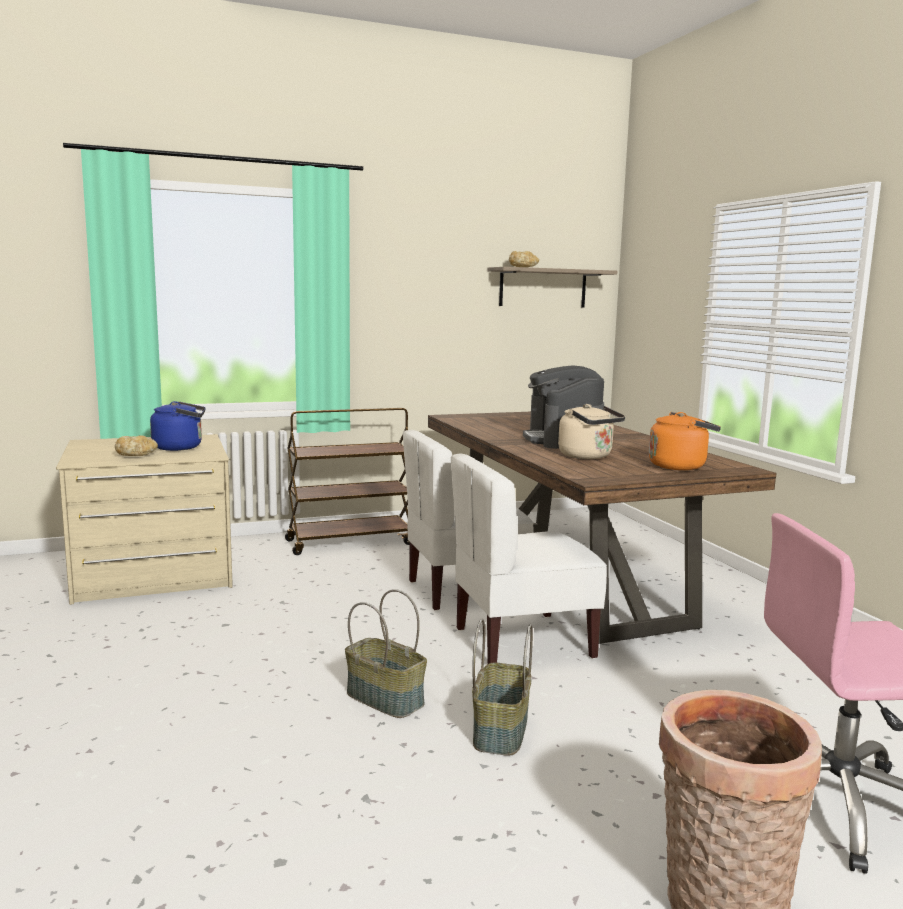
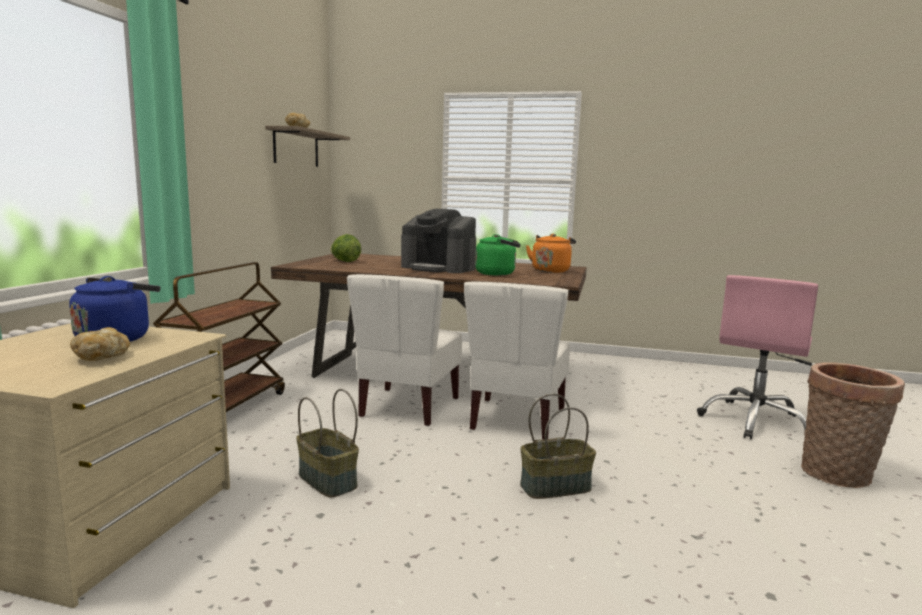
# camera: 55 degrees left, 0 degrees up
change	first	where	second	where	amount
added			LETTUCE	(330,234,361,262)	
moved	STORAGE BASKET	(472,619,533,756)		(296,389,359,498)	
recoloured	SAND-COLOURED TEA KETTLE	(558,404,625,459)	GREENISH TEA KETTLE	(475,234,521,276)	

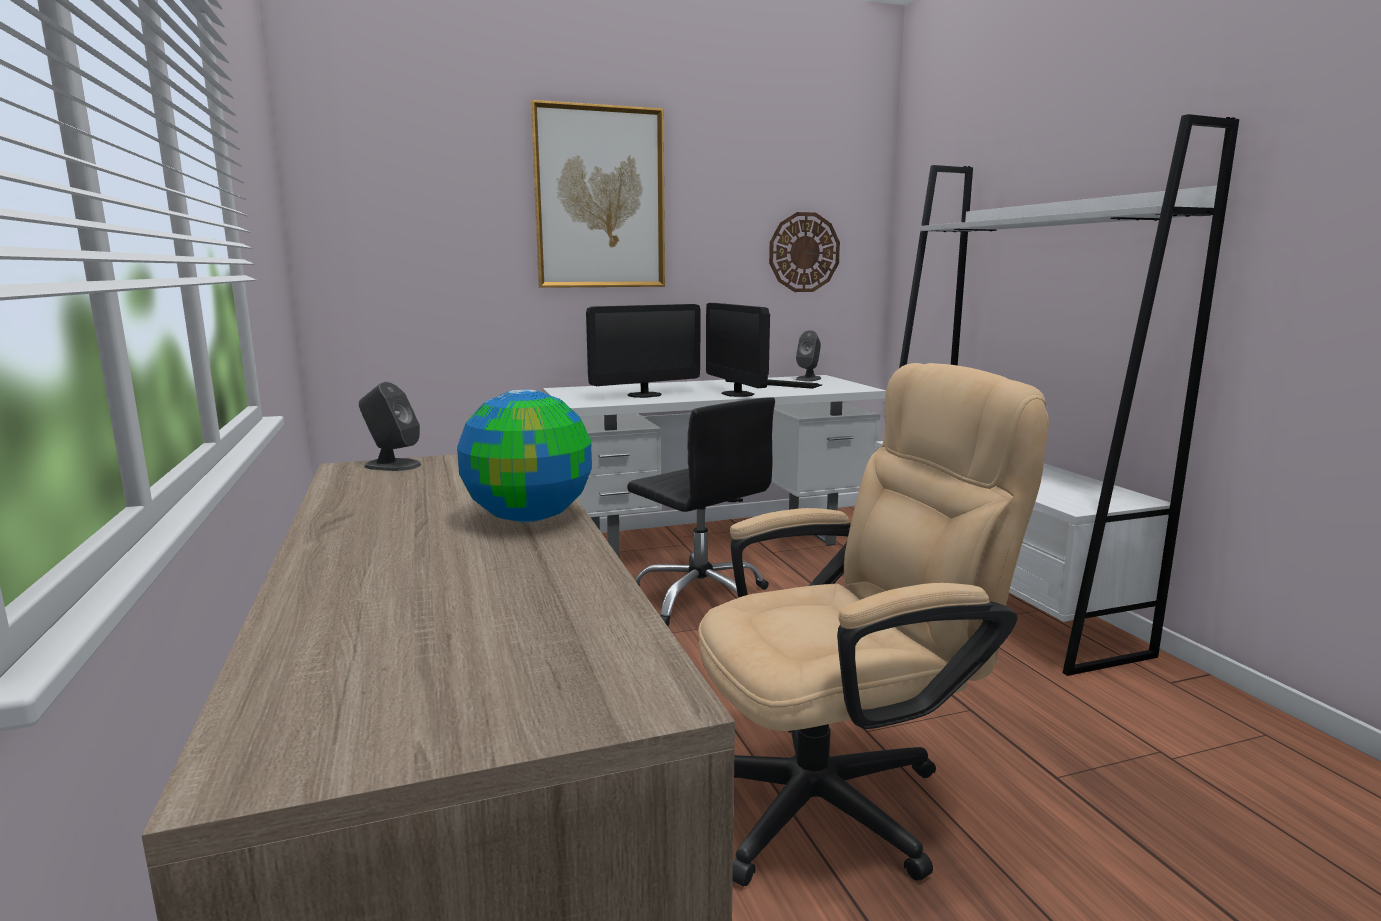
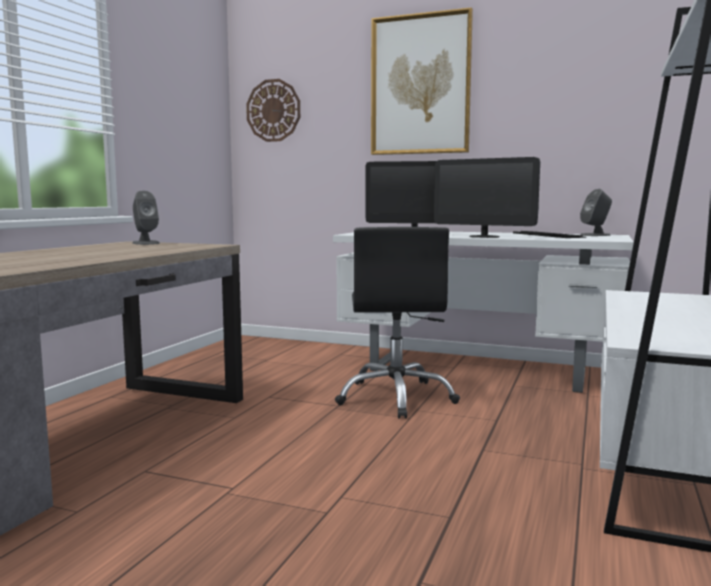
# camera: 40 degrees right, 5 degrees down
change	first	where	second	where	amount
removed	GLOBE	(457,389,592,523)			
removed	SAND-COLOURED COMPUTER CHAIR	(698,363,1049,887)			
moved	CLOCK ON THE WALL	(769,212,840,292)		(246,79,300,142)	
turned	MONITOR	(706,303,770,397)		(434,157,540,238)	75 degrees counterclockwise

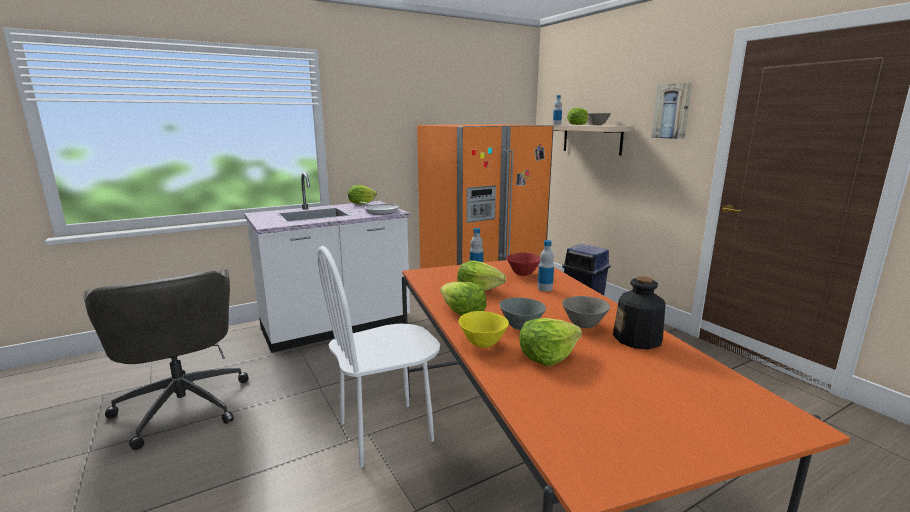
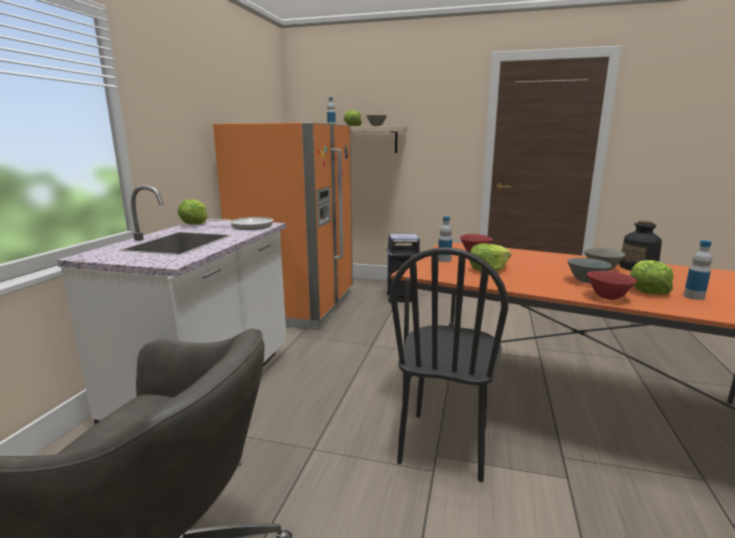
# camera: 45 degrees left, 0 degrees up
change	first	where	second	where	amount
removed	LETTUCE	(440,282,487,316)			
removed	WALL ART	(651,83,692,139)			
moved	BEVERAGE BOTTLE	(537,240,554,292)		(684,240,712,300)	
recoloured	WHITE-COLOURED CHAIR	(317,246,440,468)	BLACK CHAIR	(390,247,508,482)	
recoloured	YELLOWISH BOWL	(459,311,509,348)	RED BOWL	(587,271,637,300)	

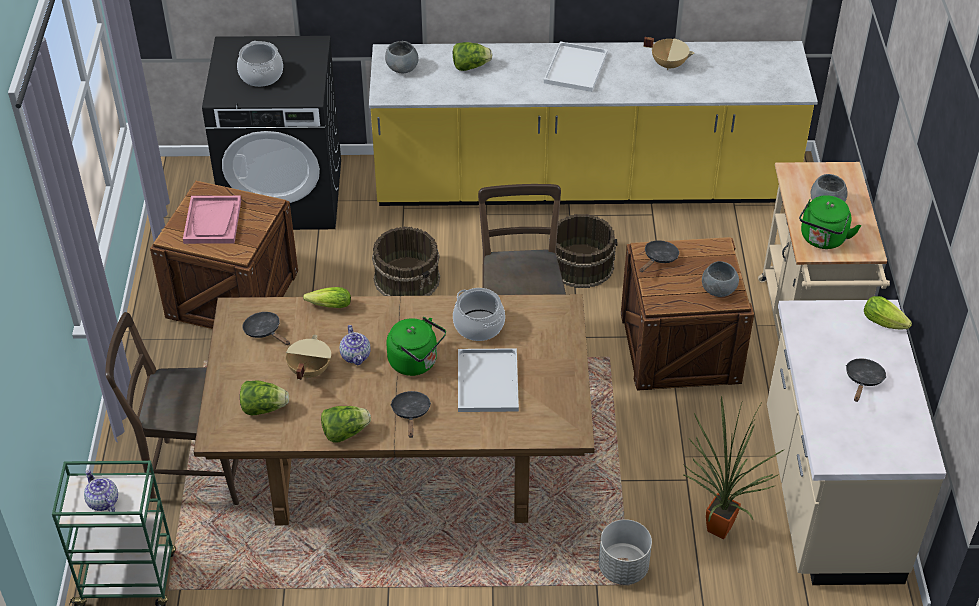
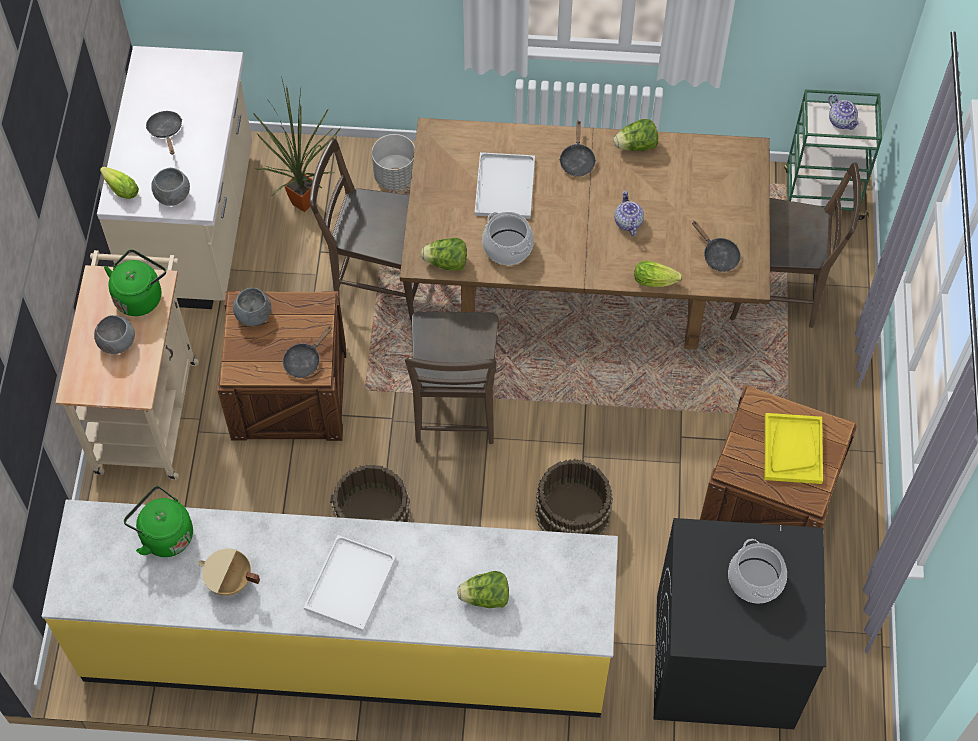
# camera: 175 degrees left, 15 degrees up
change	first	where	second	where	amount
removed	SAND-COLOURED SAUCEPOT	(286,334,331,380)			
added			BROWN CHAIR	(309,138,419,321)	
moved	LETTUCE	(240,381,289,415)		(421,238,467,271)	
moved	GRAY BOWL	(385,41,419,73)		(151,168,190,206)	
moved	GREENISH TEA KETTLE	(386,317,446,376)		(124,486,193,557)	
recoloured	PINK CARRYING TRAY	(183,196,241,244)	YELLOWISH CARRYING TRAY	(765,413,823,484)	
turned	BLACK SKILLET	(846,359,886,402)		(146,111,182,155)	135 degrees clockwise

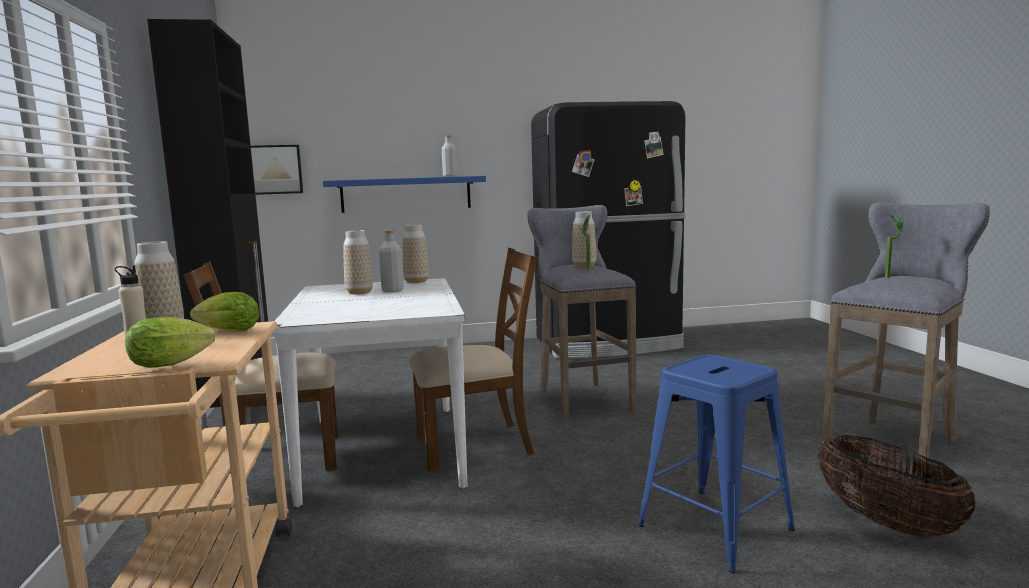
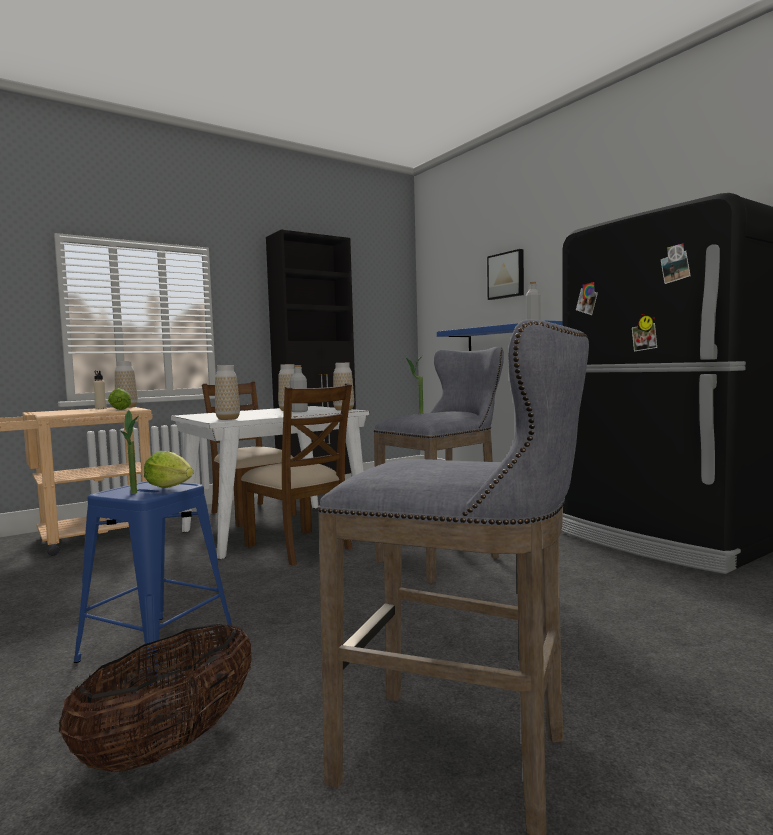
# camera: 65 degrees right, 5 degrees down
change	first	where	second	where	amount
moved	LETTUCE	(125,317,216,368)		(144,451,193,488)	
moved	WALL ART	(251,145,303,195)		(487,249,524,300)	
moved	FLOWER VASE	(572,211,596,267)		(215,365,240,420)	
moved	PLANT IN A POT	(885,213,905,278)		(121,410,139,494)	

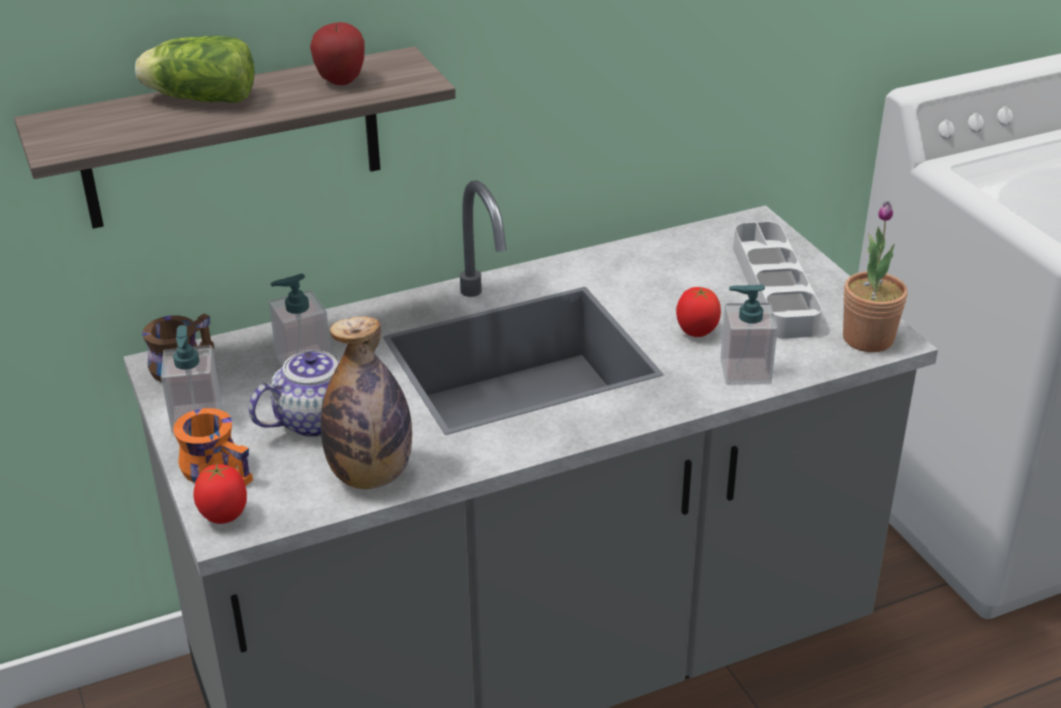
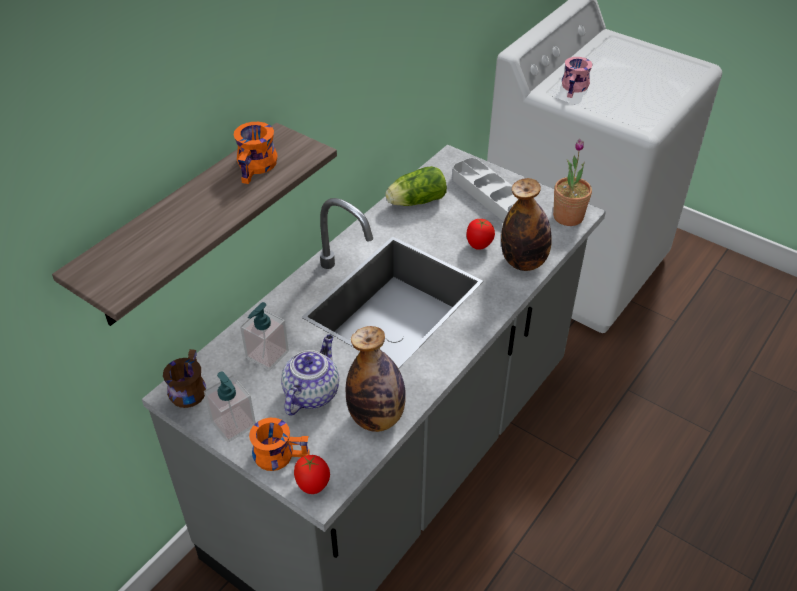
# camera: 30 degrees left, 10 degrees up
change	first	where	second	where	amount
added			PINK TEA MUG	(562,57,593,98)	
moved	LETTUCE	(135,36,254,103)		(385,166,447,206)	
replaced	APPLE	(310,22,365,85)	ORANGEY TEA MUG	(234,122,278,184)	
replaced	SOAP DISPENSER	(720,285,778,385)	BEVERAGE BOTTLE	(501,178,552,271)	

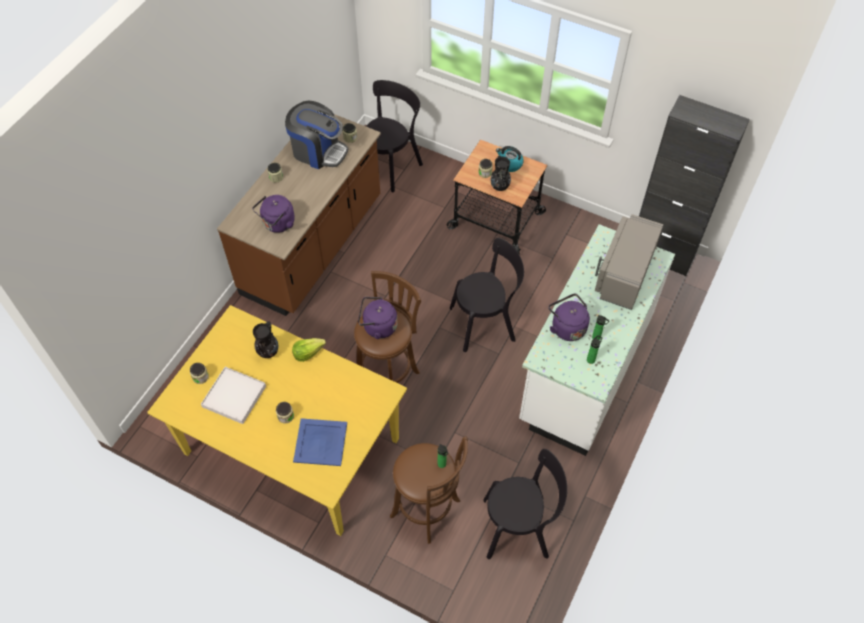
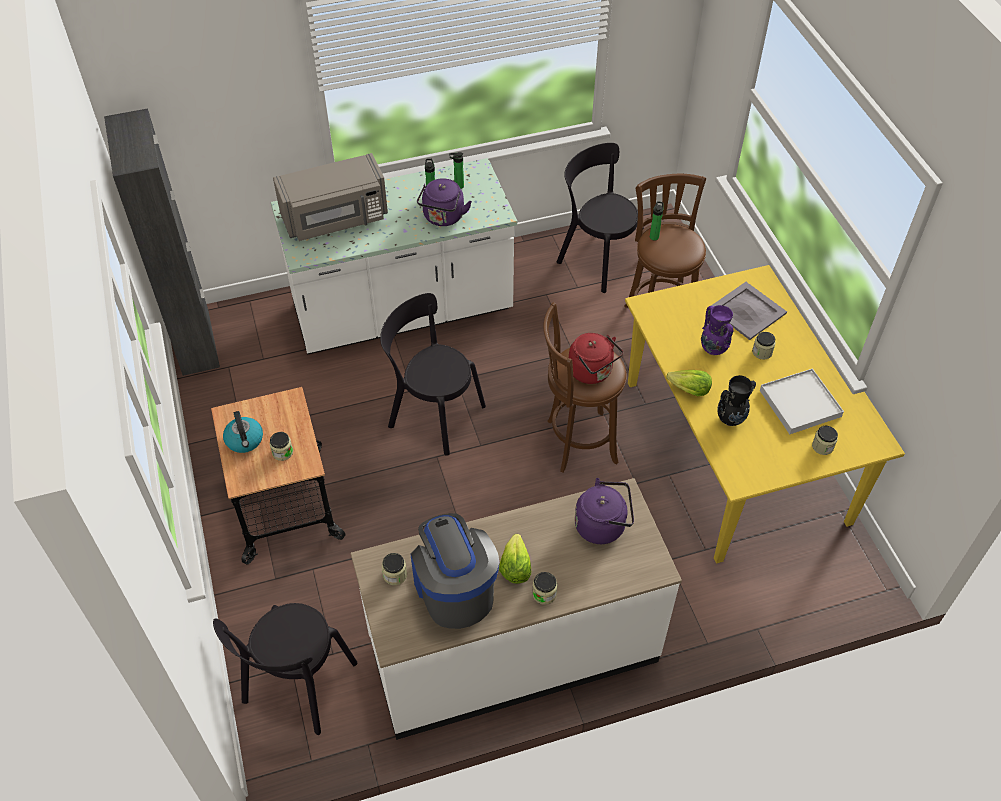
# camera: 135 degrees left, 5 degrees down
change	first	where	second	where	amount
removed	BLACK FLOWER VASE	(491,156,511,191)			
added			LETTUCE	(499,534,531,584)	
added			PURPLE-COLOURED FLOWER VASE	(701,305,733,355)	
recoloured	BROWN KITCHEN BASE UNIT	(217,114,381,316)	WHITE-COLOURED KITCHEN BASE UNIT	(351,478,682,740)	
recoloured	BLUE-COLOURED CARRYING TRAY	(293,418,347,466)	GRAY CARRYING TRAY	(711,282,787,340)	
recoloured	PURPLE-COLOURED TEA KETTLE	(358,297,398,339)	RED TEA KETTLE	(569,333,623,384)	
turned	BLACK CHAIR	(366,80,423,193)		(213,603,357,735)	60 degrees counterclockwise

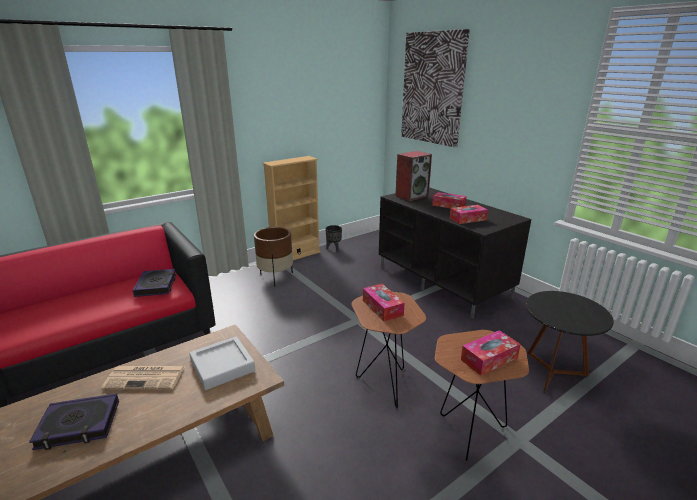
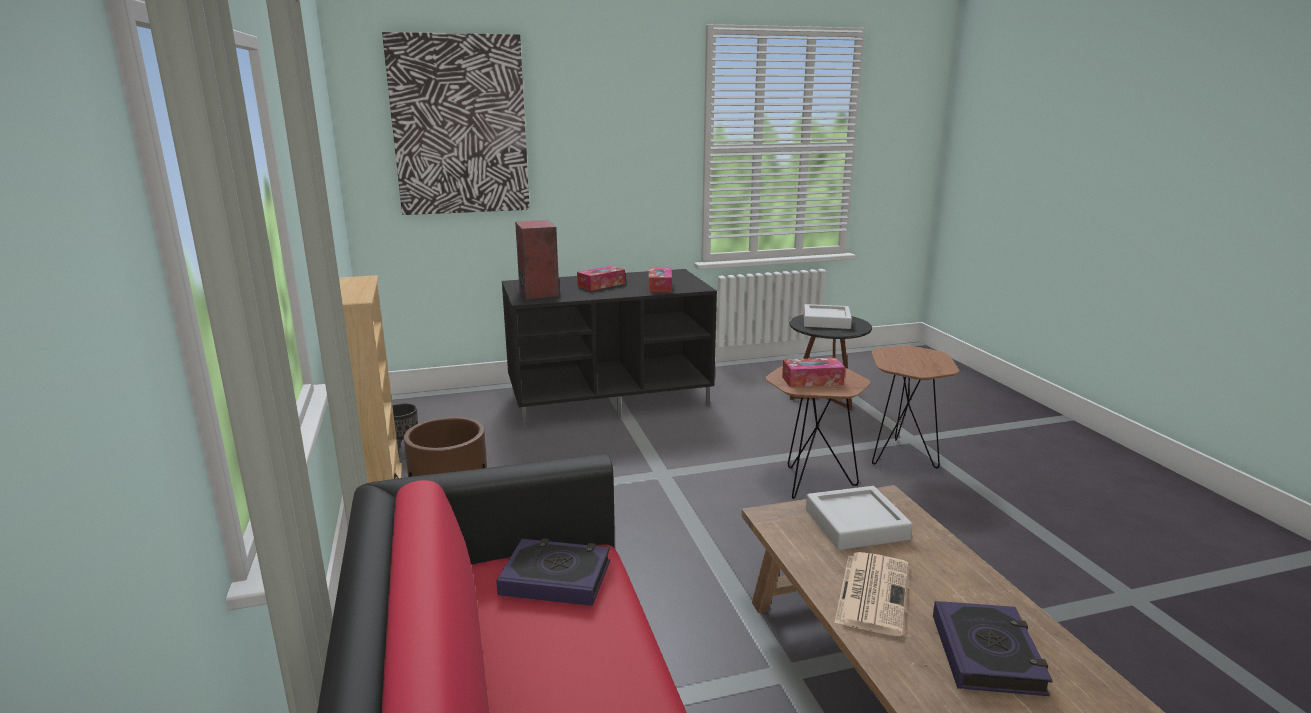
# camera: 70 degrees left, 5 degrees down
change	first	where	second	where	amount
removed	TISSUE HOLDER	(461,330,521,376)			
added			GRAY CARRYING TRAY	(804,304,852,329)	

